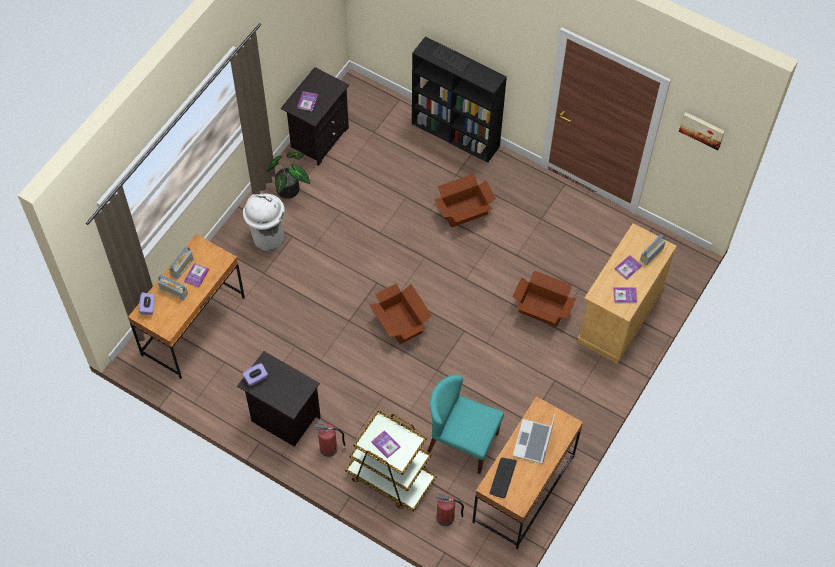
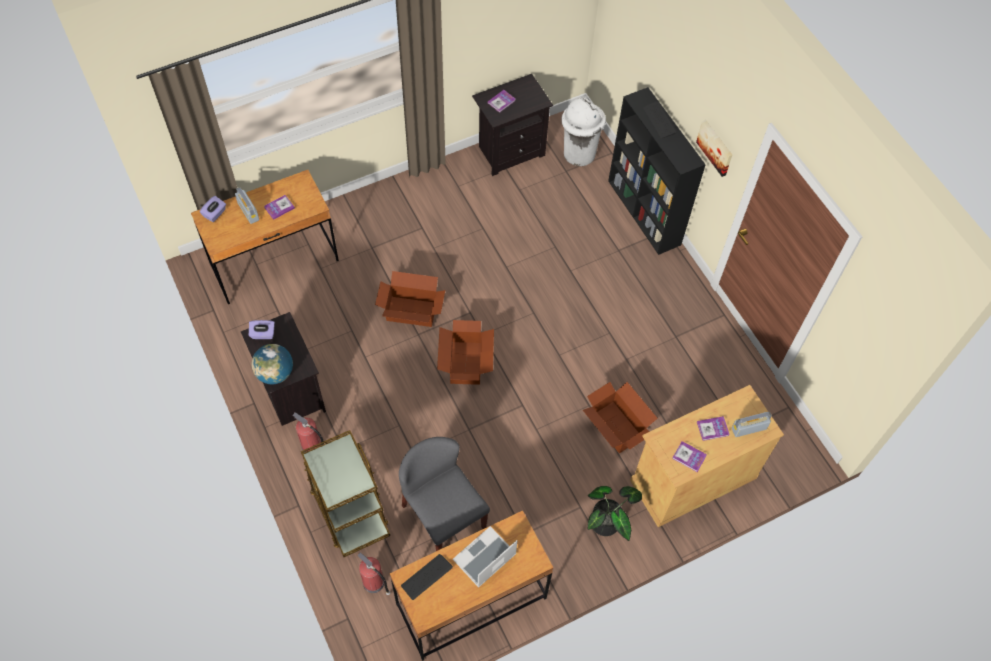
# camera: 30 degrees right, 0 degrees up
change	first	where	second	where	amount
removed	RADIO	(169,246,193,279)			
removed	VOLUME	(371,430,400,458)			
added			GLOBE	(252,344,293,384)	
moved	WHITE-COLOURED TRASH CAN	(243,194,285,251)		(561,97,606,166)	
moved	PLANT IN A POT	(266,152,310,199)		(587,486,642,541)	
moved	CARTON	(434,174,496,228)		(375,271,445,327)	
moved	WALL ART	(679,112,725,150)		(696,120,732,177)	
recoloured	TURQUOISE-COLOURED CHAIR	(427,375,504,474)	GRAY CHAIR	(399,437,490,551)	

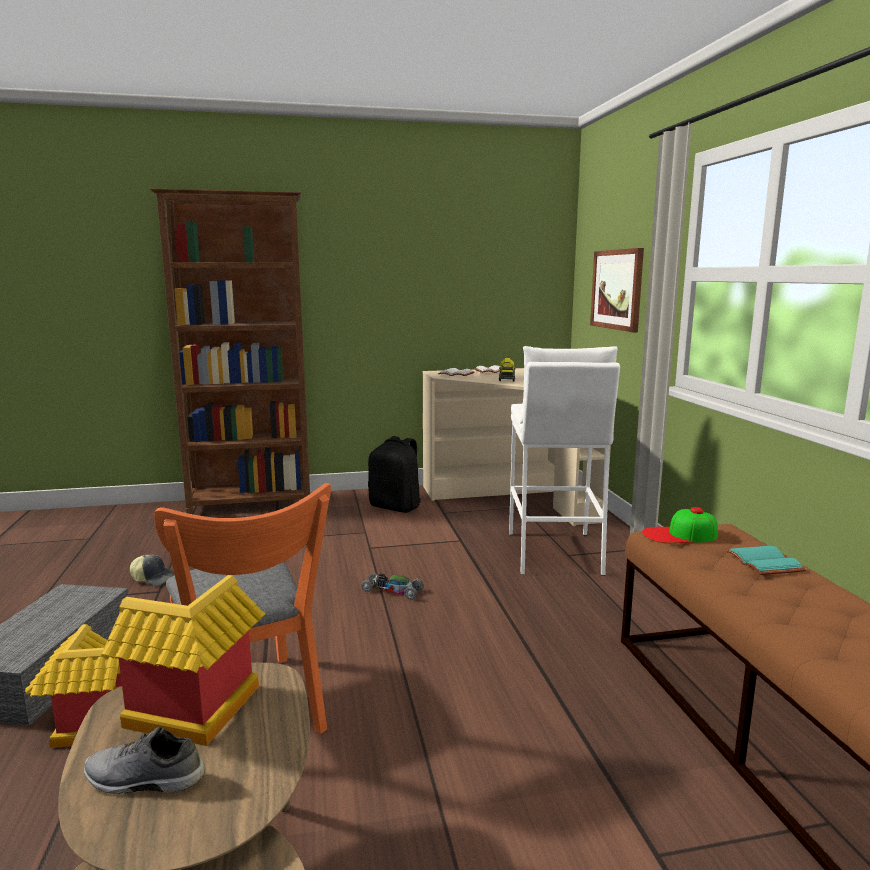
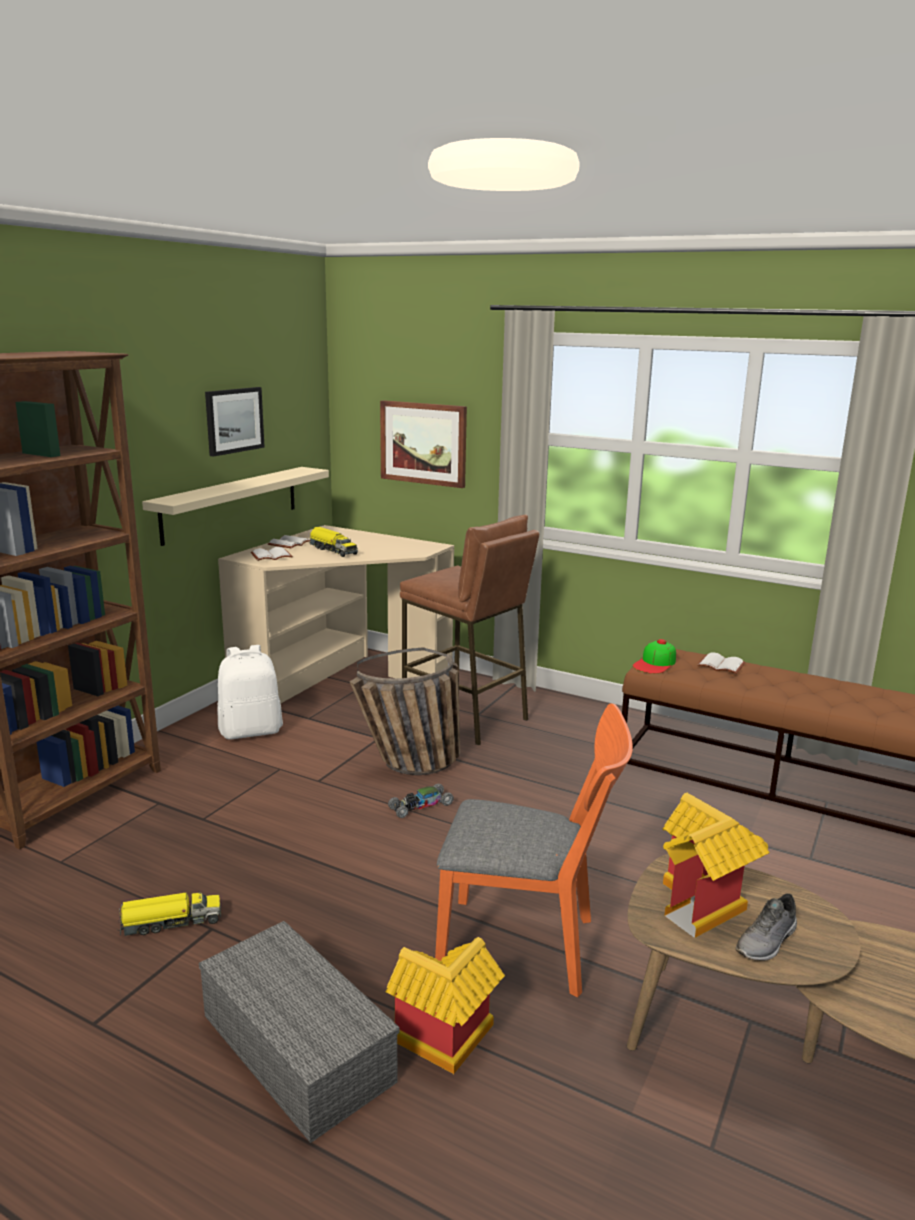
# camera: 50 degrees left, 5 degrees up
change	first	where	second	where	amount
added			SAND-COLOURED BRACKET SHELF	(142,467,329,546)	
added			WALL ART	(205,387,265,457)	
added			STORAGE BASKET	(349,647,460,775)	
replaced	BASEBALL CAP	(130,555,175,586)	TOY LORRY	(117,891,221,936)	
recoloured	BLACK RUCKSACK	(368,436,421,513)	WHITE-COLOURED RUCKSACK	(217,645,283,739)	
recoloured	WHITE-COLOURED STOOL SEAT	(509,346,620,575)	BROWN STOOL SEAT	(400,515,539,746)	
recoloured	TURQUOISE-COLOURED VOLUME	(726,546,806,575)	WHITE-COLOURED VOLUME	(697,653,745,674)	

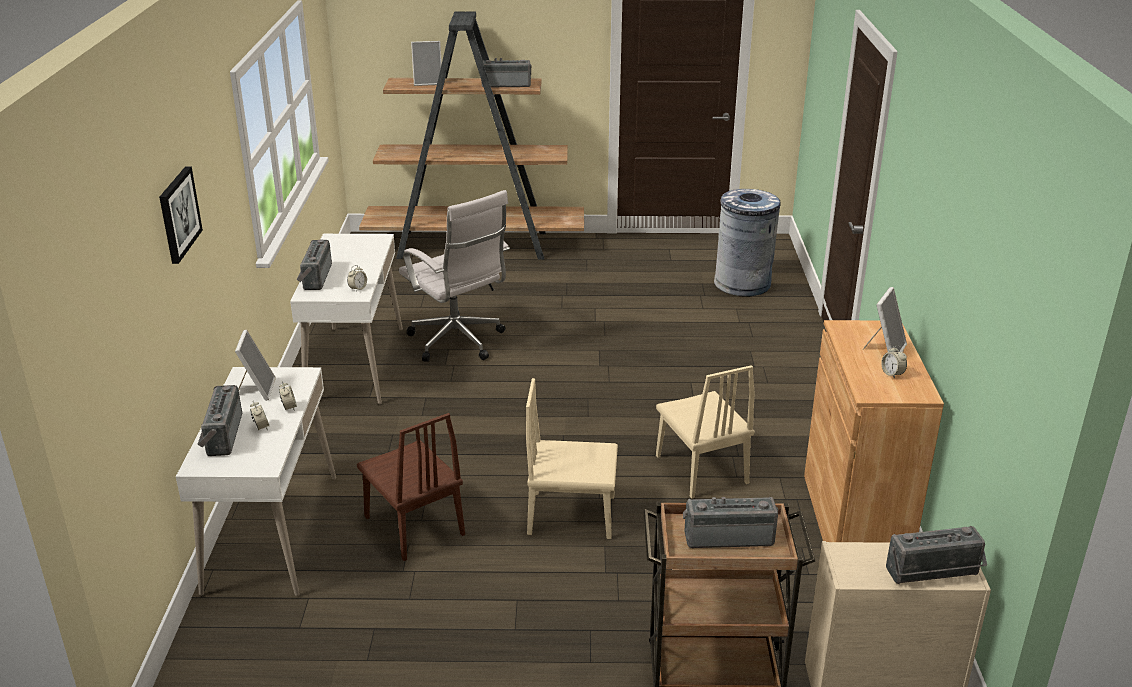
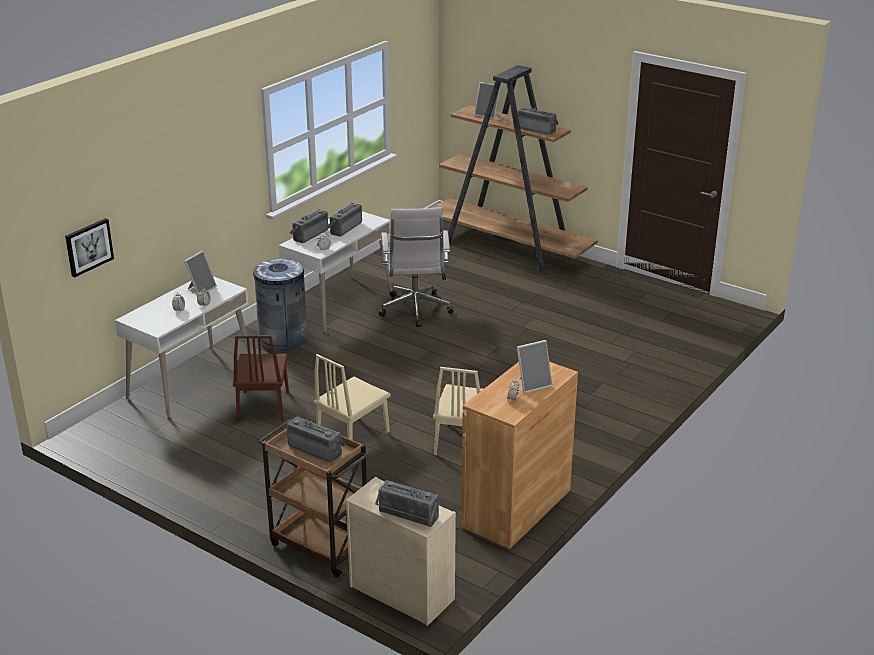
# camera: 35 degrees right, 0 degrees up
change	first	where	second	where	amount
moved	WALL ART	(159,166,203,264)		(65,218,114,278)	
moved	RADIO	(197,385,242,456)		(327,203,362,237)	
moved	GRAY TRASH CAN	(714,189,781,297)		(251,258,308,351)	
turned	SAND-COLOURED CHAIR	(526,378,618,539)		(314,354,391,440)	90 degrees counterclockwise

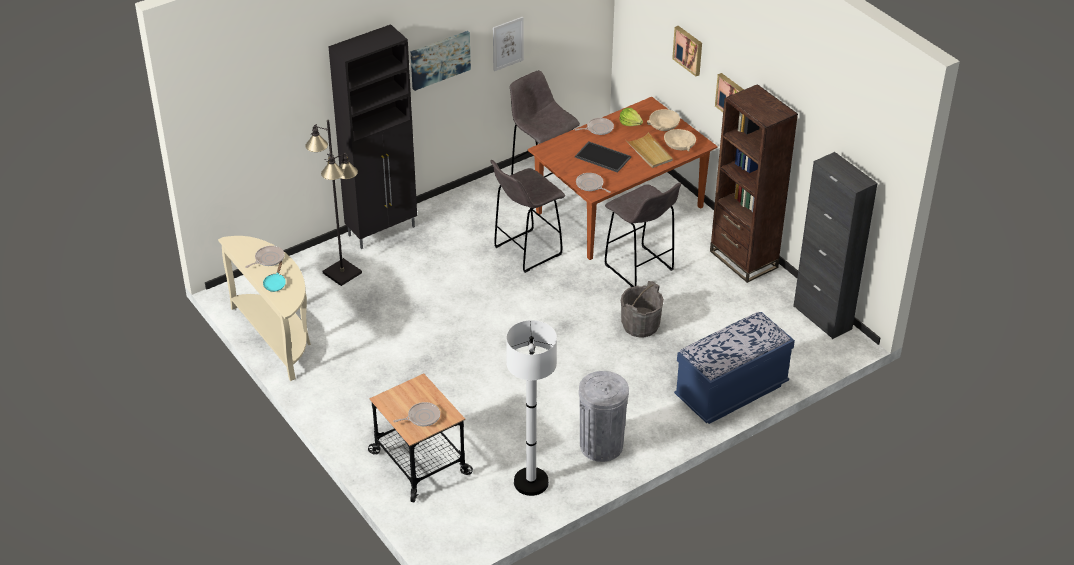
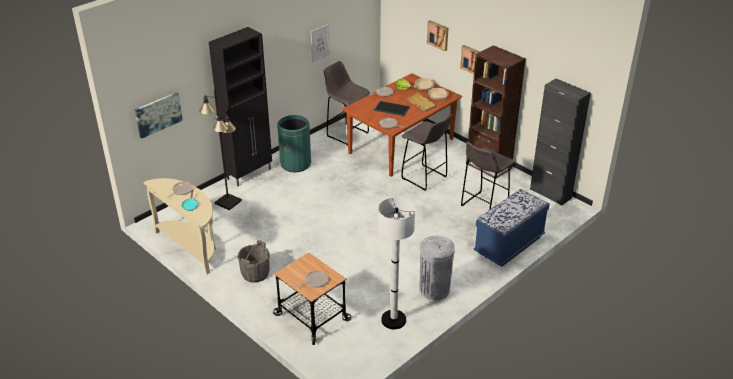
# camera: 10 degrees left, 5 degrees down
change	first	where	second	where	amount
added			GREENISH TRASH CAN	(277,115,311,172)	
moved	WALL ART	(411,31,471,91)		(135,92,183,139)	
moved	GRAY STOOL SEAT	(491,160,565,273)		(461,141,515,210)	
moved	GRAY BUCKET	(621,281,664,338)		(238,240,270,283)	

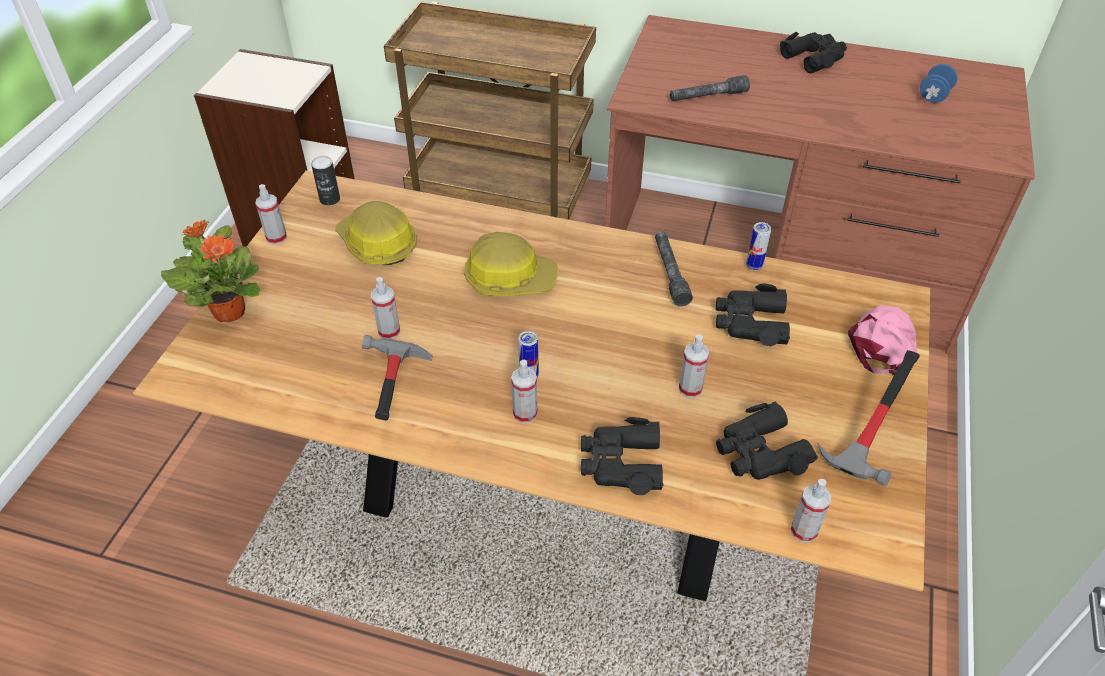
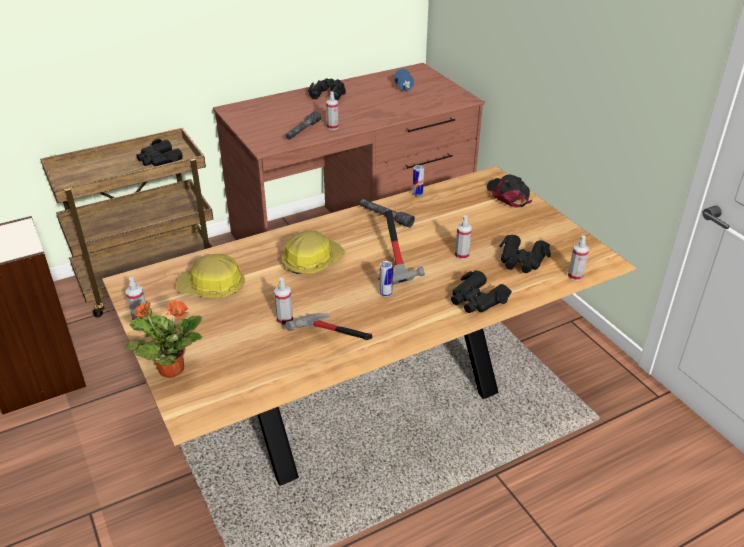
# camera: 45 degrees left, 10 degrees down
change	first	where	second	where	amount
removed	SEALED CAN	(311,156,340,206)			
moved	HAND SPRAYER	(511,360,538,423)		(326,91,339,130)	
moved	BLACK FIELD GLASSES	(716,284,790,346)		(136,139,183,166)	
moved	HAMMER	(818,350,920,486)		(378,210,425,284)	
recoloured	PINK BASEBALL CAP	(848,305,917,375)	BLACK BASEBALL CAP	(487,174,532,208)	

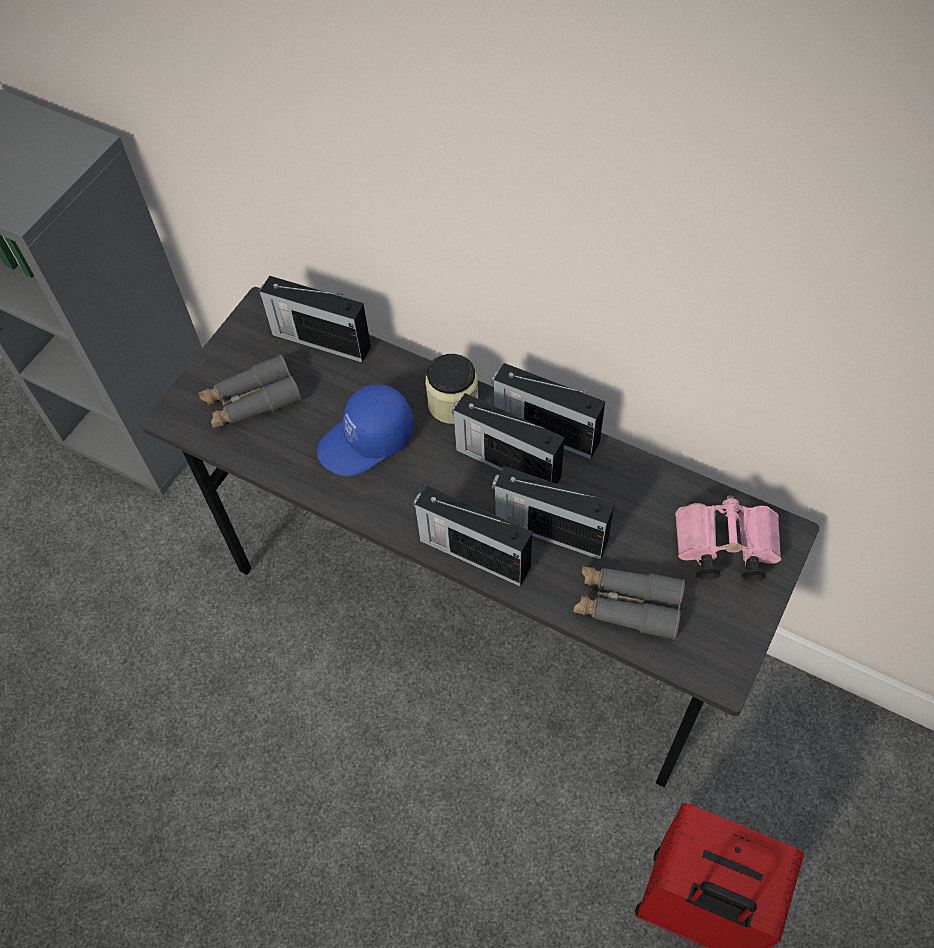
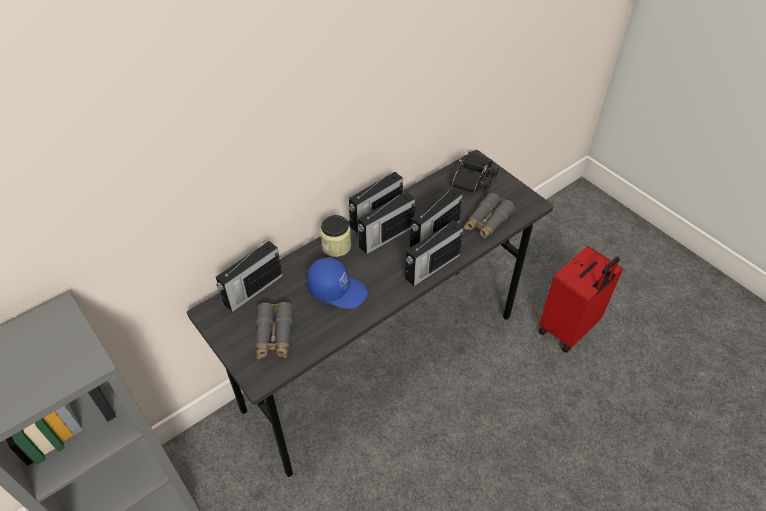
# camera: 70 degrees left, 10 degrees down
change	first	where	second	where	amount
recoloured	PINK FIELD GLASSES	(675,495,781,582)	BLACK FIELD GLASSES	(451,152,499,193)	
turned	BLUE-COLOURED BASEBALL CAP	(317,385,414,476)		(307,258,368,309)	60 degrees counterclockwise

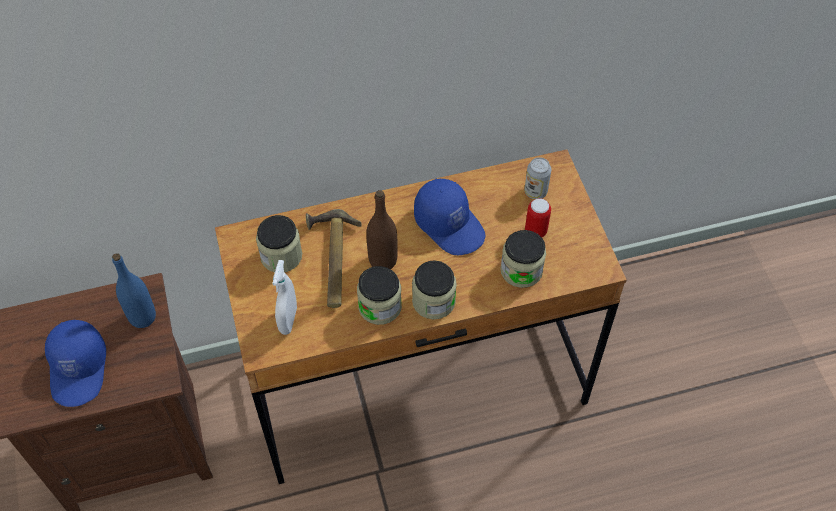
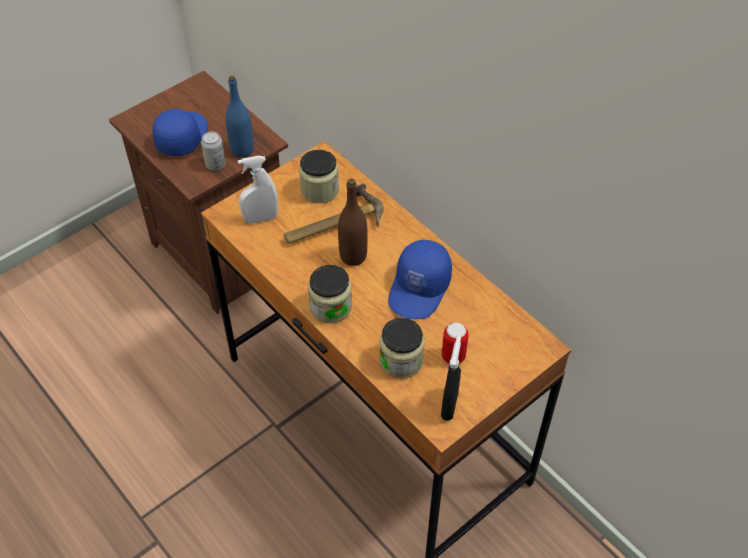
# camera: 65 degrees right, 5 degrees down
change	first	where	second	where	amount
removed	JAR	(357,266,402,325)			
added			BLACK HAND SPRAYER	(441,336,461,421)	
moved	SEALED CAN	(524,157,551,199)		(201,131,226,170)	
turned	BLUE-COLOURED BASEBALL CAP	(45,320,106,407)		(153,109,208,156)	135 degrees clockwise

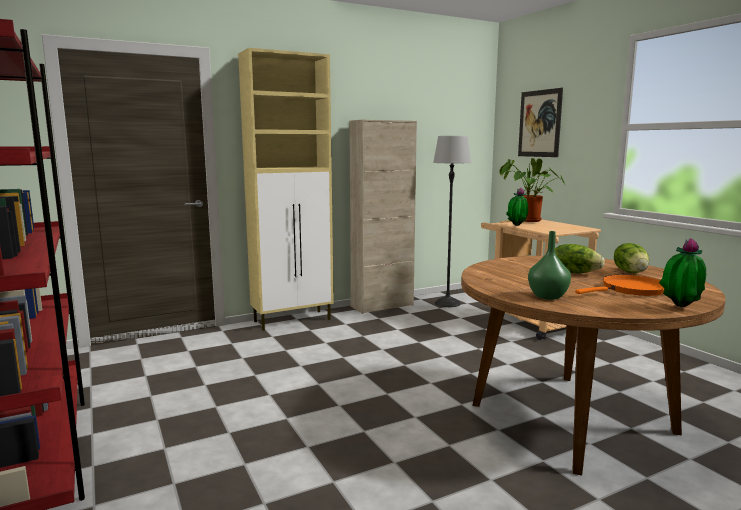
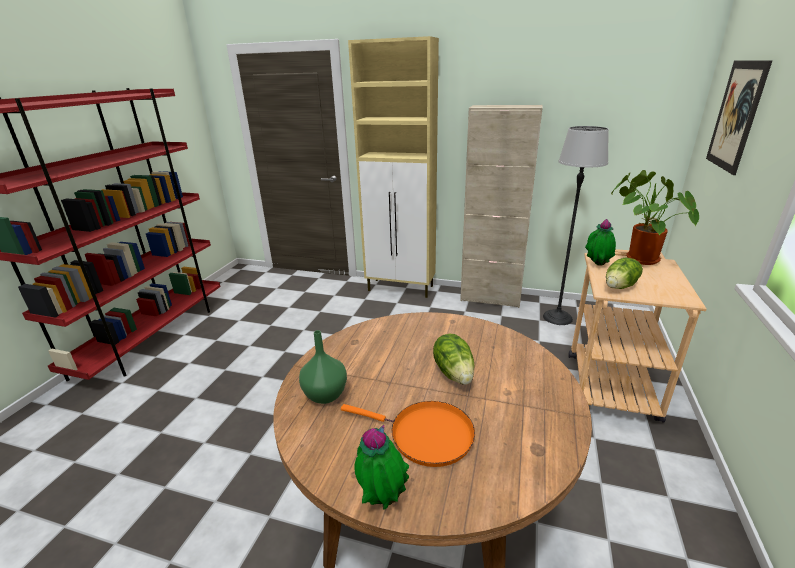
# camera: 45 degrees right, 15 degrees up
change	first	where	second	where	amount
moved	LETTUCE	(614,243,649,273)		(606,258,643,289)	

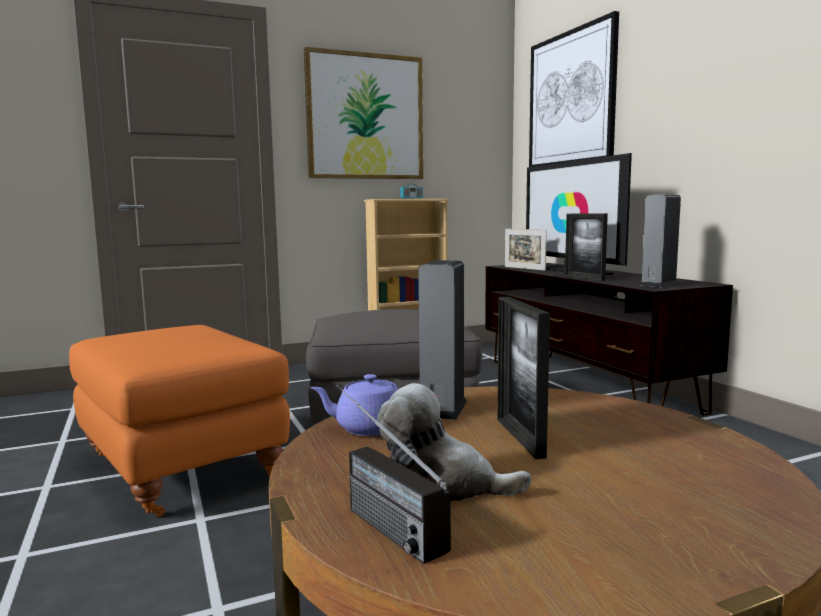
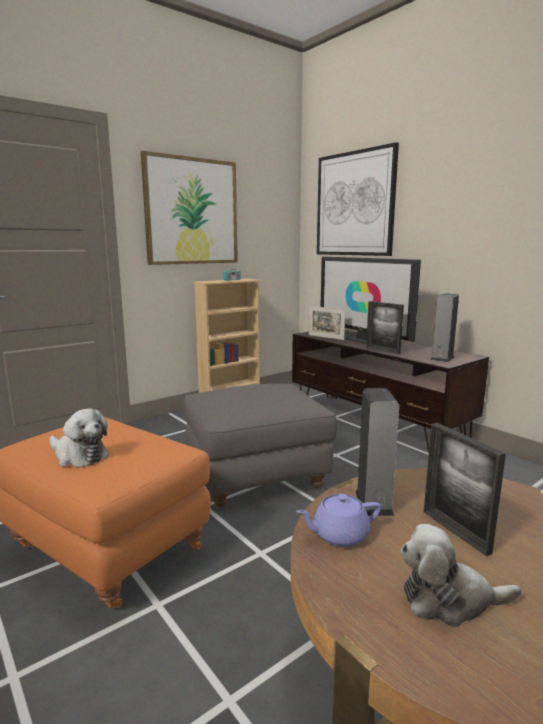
# camera: 15 degrees left, 5 degrees up
change	first	where	second	where	amount
removed	RADIO	(336,385,451,564)			
added			SOFT TOY	(50,408,109,467)	

